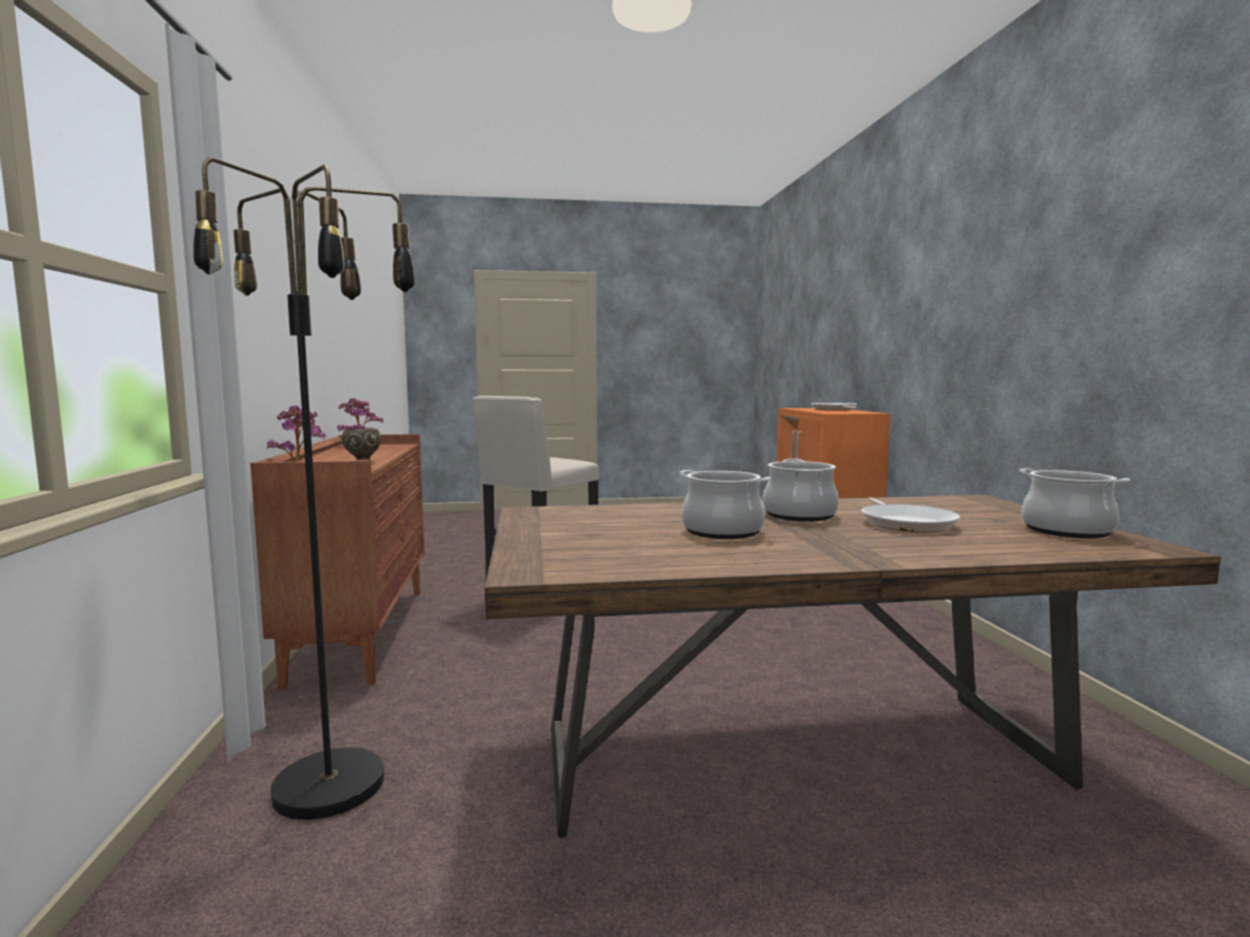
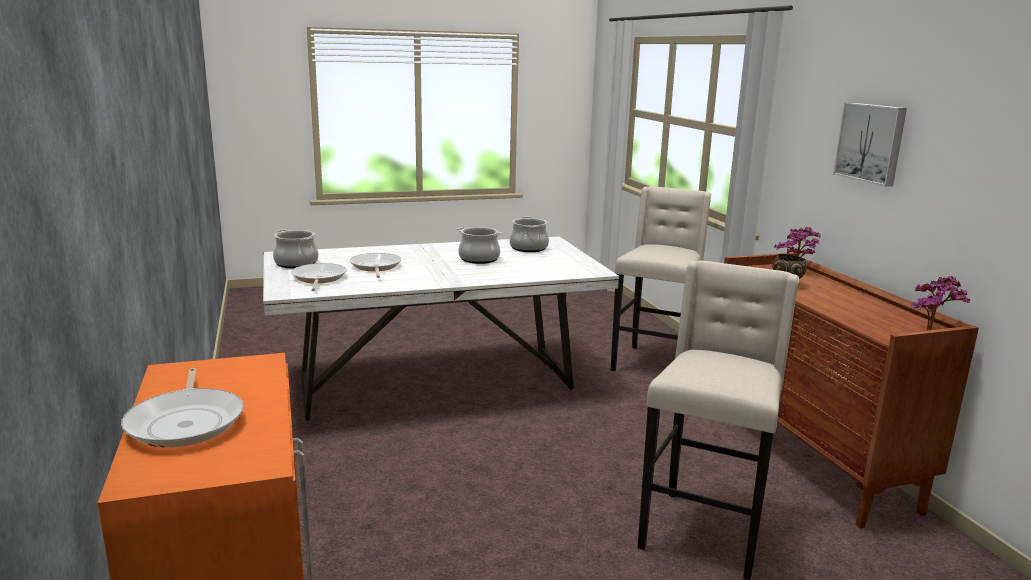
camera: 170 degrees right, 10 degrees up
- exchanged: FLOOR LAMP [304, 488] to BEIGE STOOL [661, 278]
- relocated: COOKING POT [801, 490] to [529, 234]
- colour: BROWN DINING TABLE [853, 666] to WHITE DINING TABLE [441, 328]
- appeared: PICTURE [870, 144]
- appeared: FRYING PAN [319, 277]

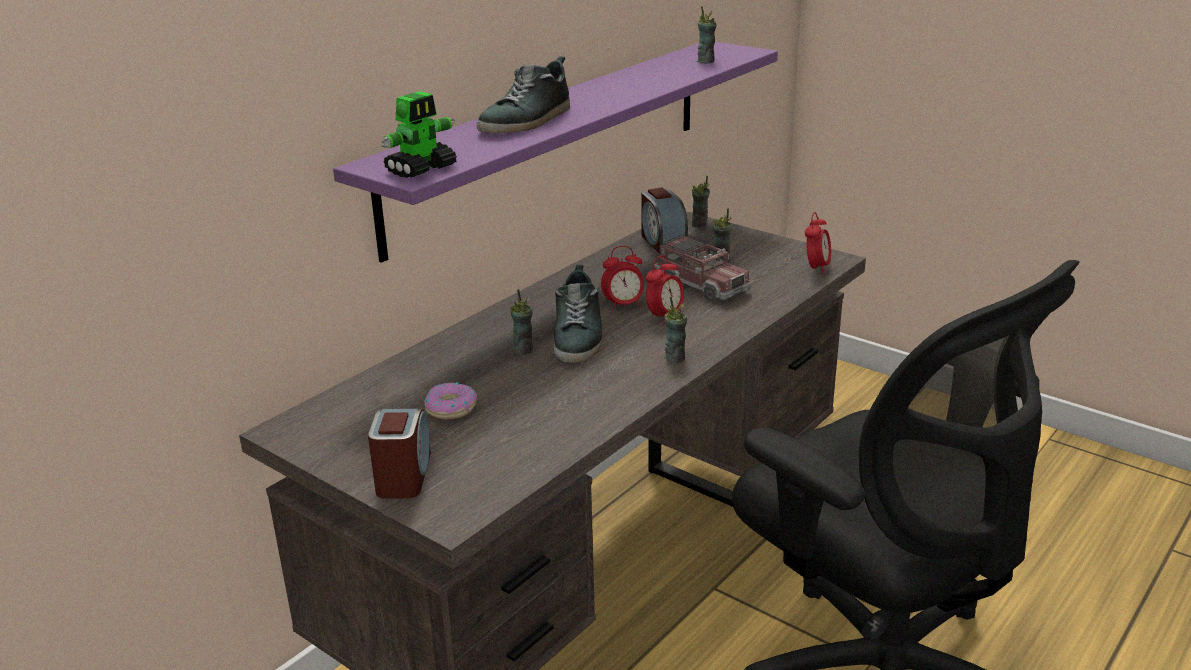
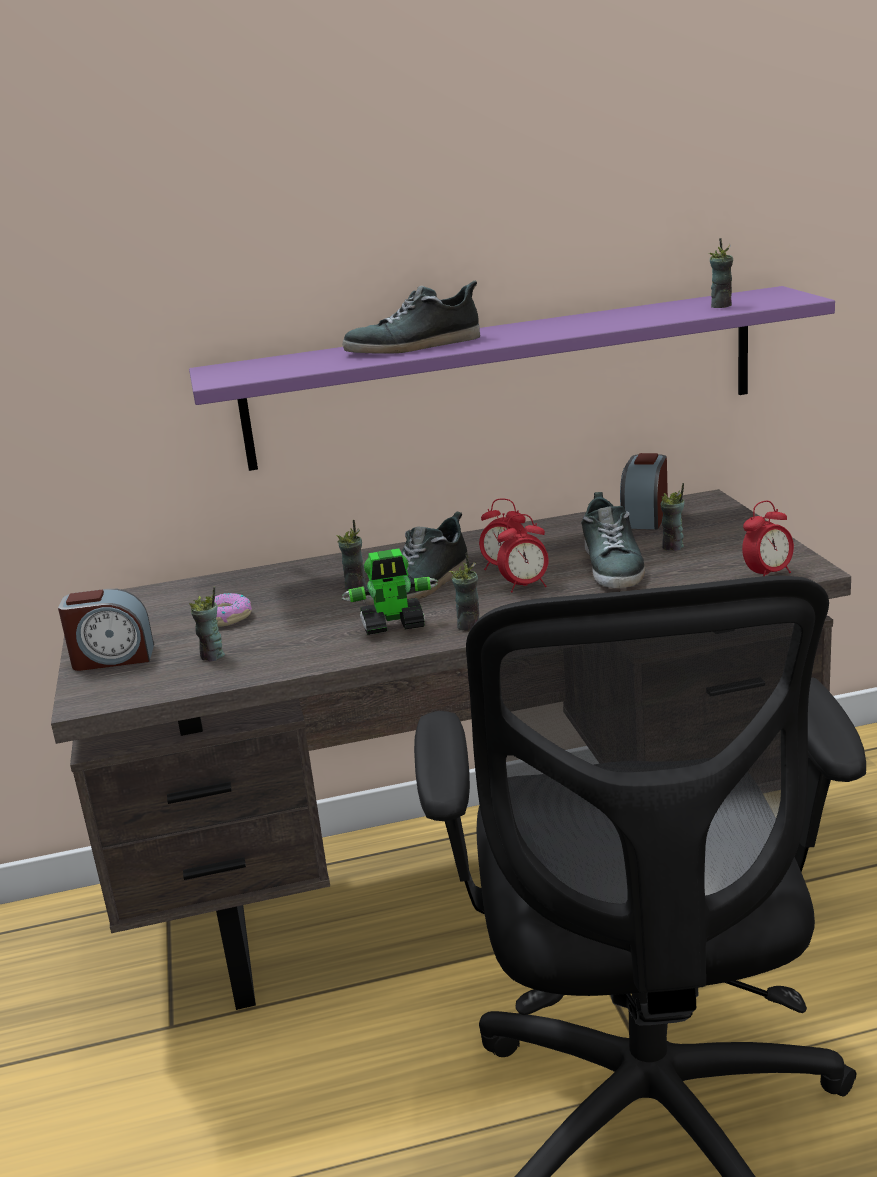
camera: 40 degrees right, 5 degrees down
- relocated: TOY ROBOT [419, 134] to [390, 591]
- relocated: CUP [701, 202] to [207, 624]
- exchanged: TOY TRUCK [702, 268] to SHOE [613, 540]
- spun: ALARM CLOCK [399, 454] = [106, 630] 45 degrees clockwise

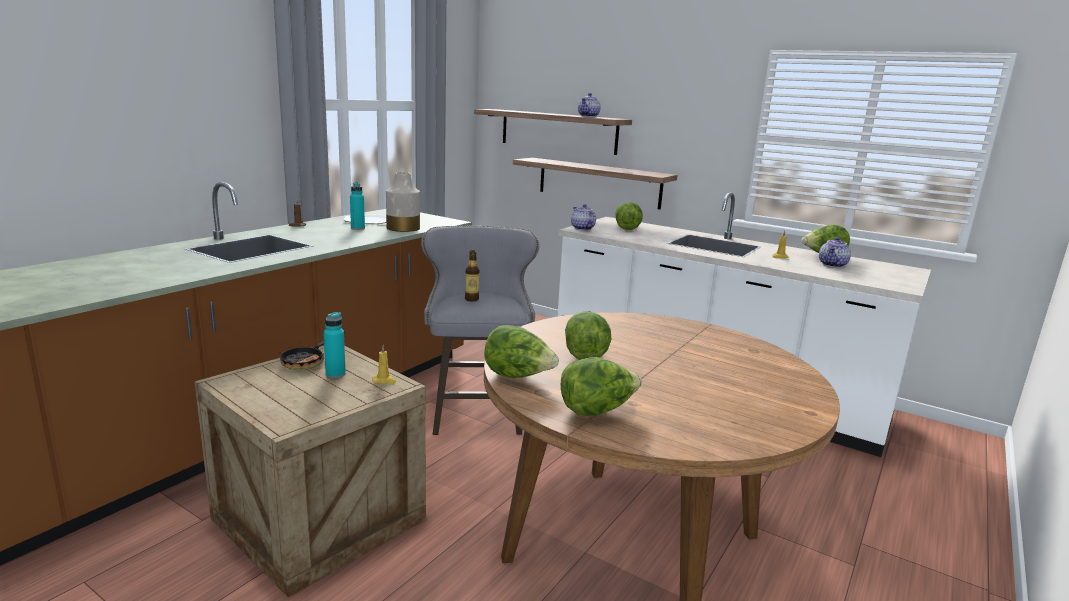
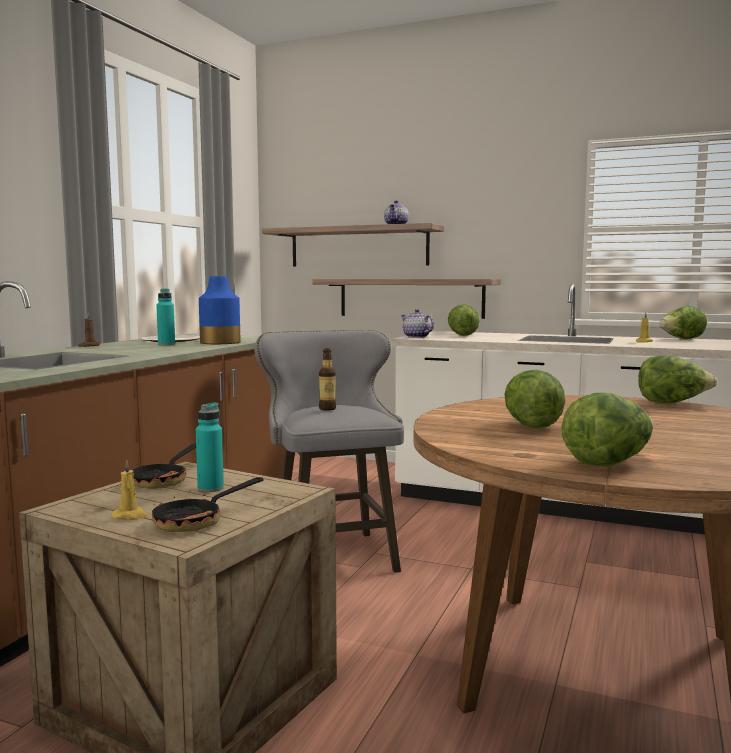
camera: 10 degrees left, 10 degrees down
- colour: BEIGE VASE [403, 202] to BLUE VASE [220, 310]
- missing: TEAPOT [835, 252]
- relocated: LETTUCE [521, 351] to [677, 379]
- relocated: YELLOW CANDLE [384, 365] to [130, 490]
- appeared: FRYING PAN [208, 504]

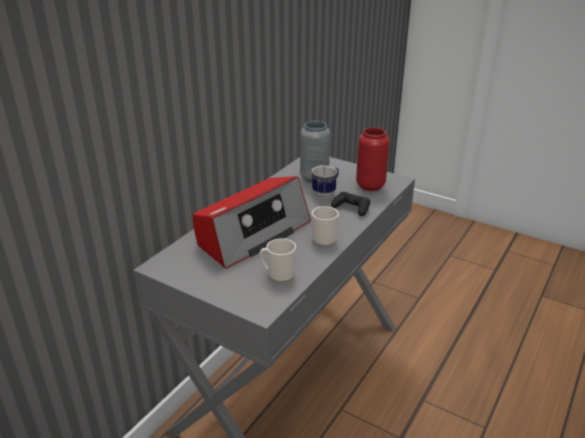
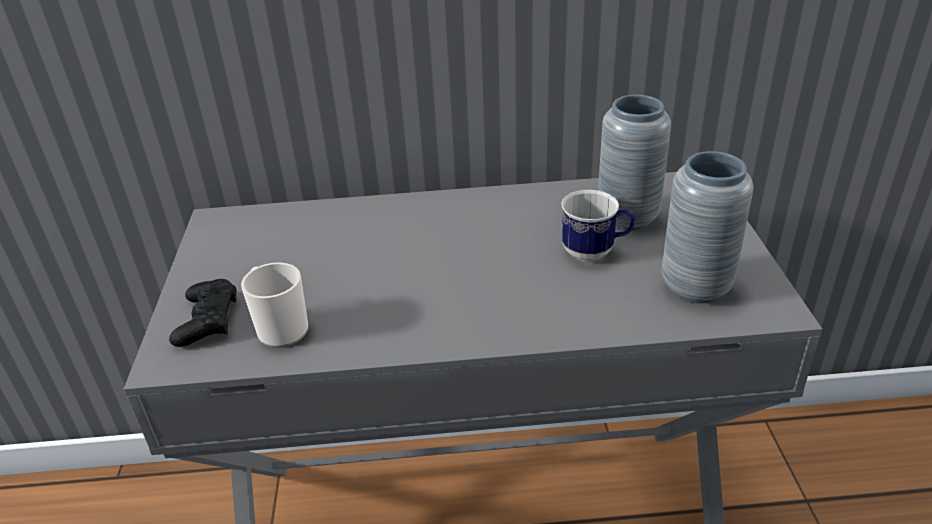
camera: 55 degrees right, 5 degrees up
- colour: RED VASE [373, 159] to GREY VASE [707, 227]
- missing: RADIO [252, 222]
- relocated: BLACK GAME CONTROLLER [350, 204] to [203, 313]
- missing: MUG [325, 226]

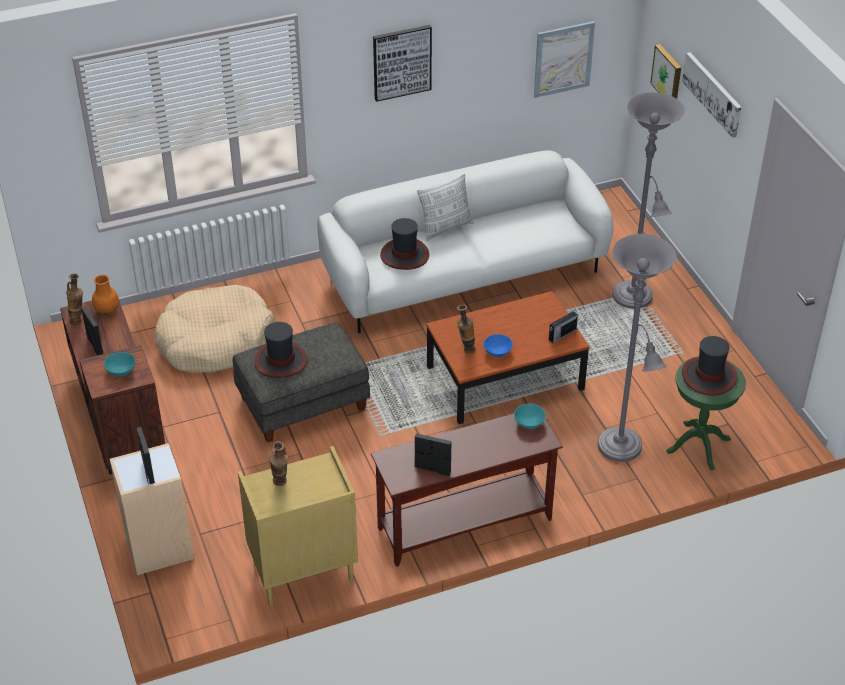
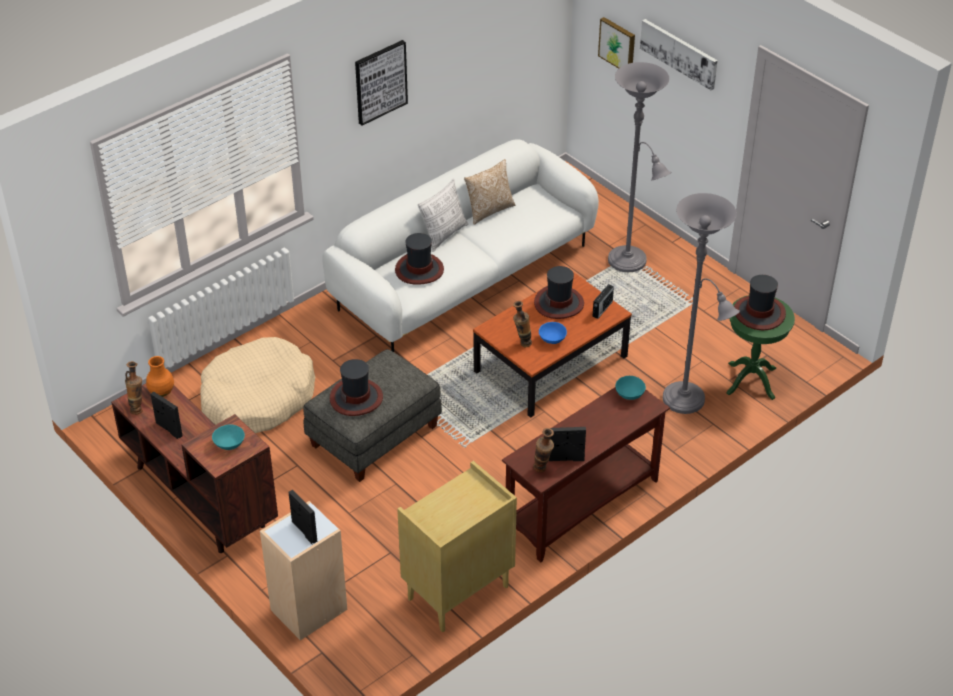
camera: 20 degrees left, 0 degrees up
- missing: PICTURE [564, 59]
- relocated: VASE [278, 463] to [543, 450]
- appeared: PILLOW [489, 192]
- appeared: HAT [559, 292]

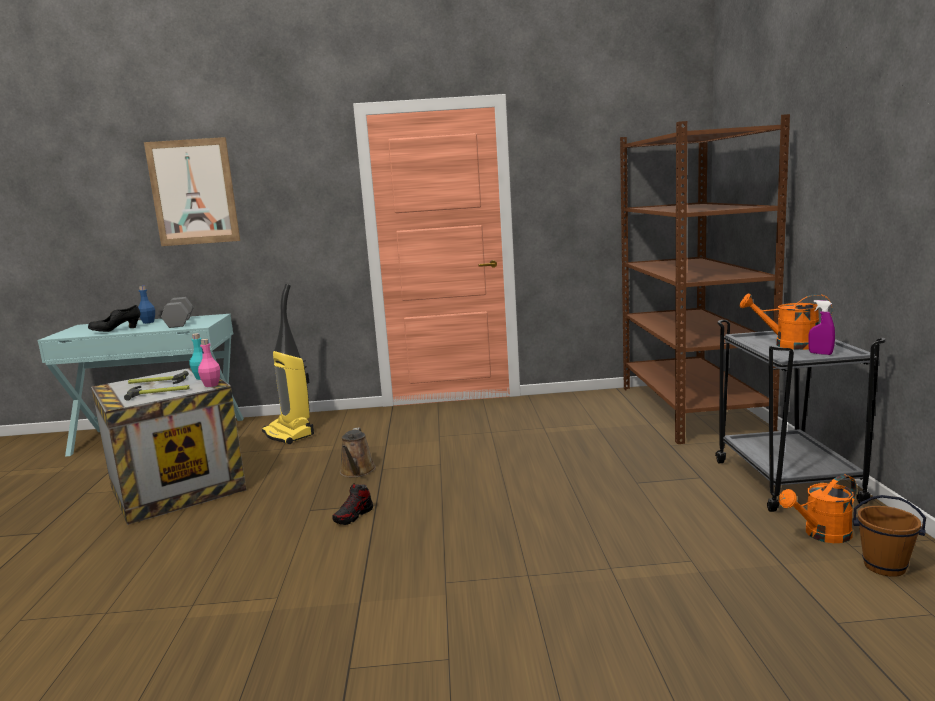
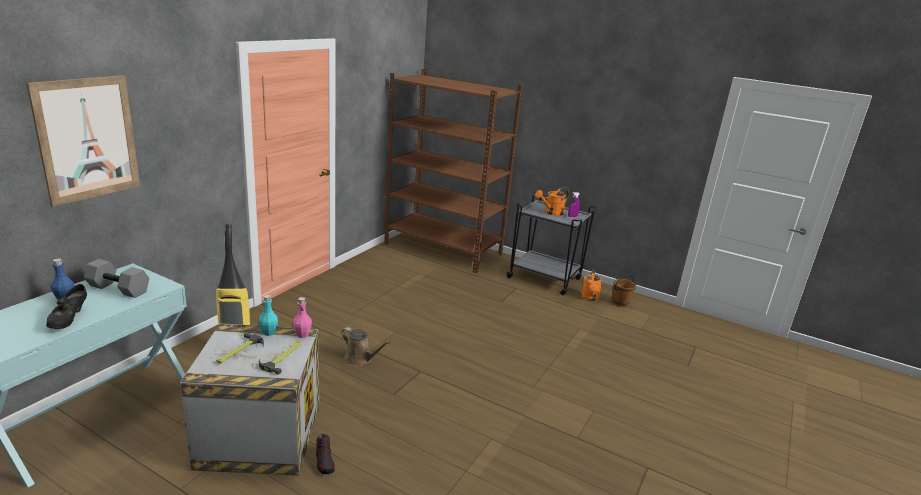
camera: 60 degrees left, 10 degrees up
- relocated: SHOE [352, 504] to [325, 454]

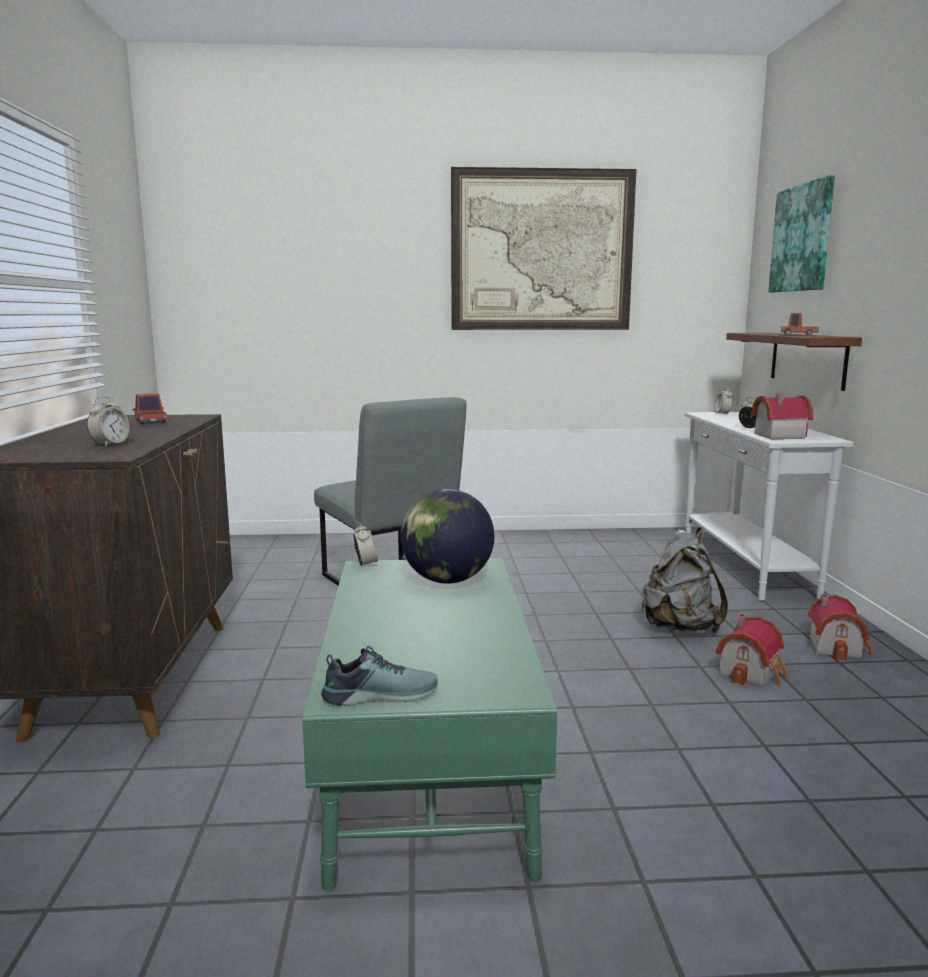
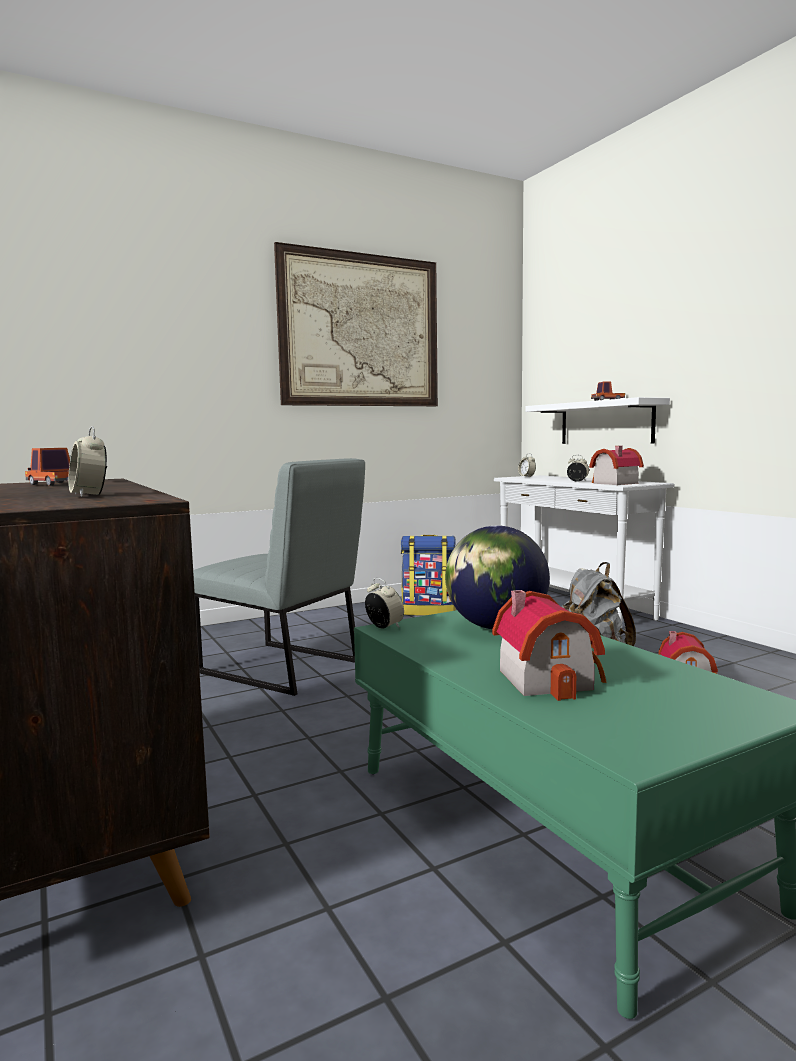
camera: 25 degrees left, 5 degrees down
- missing: PICTURE [801, 234]
- colour: BROWN SHELF [794, 362] to WHITE SHELF [597, 420]
- spun: ALARM CLOCK [108, 421] = [87, 461] 150 degrees clockwise
- relocated: TOY HOUSE [840, 627] to [549, 645]
- missing: SHOE [379, 676]
- appeared: BACKPACK [428, 575]

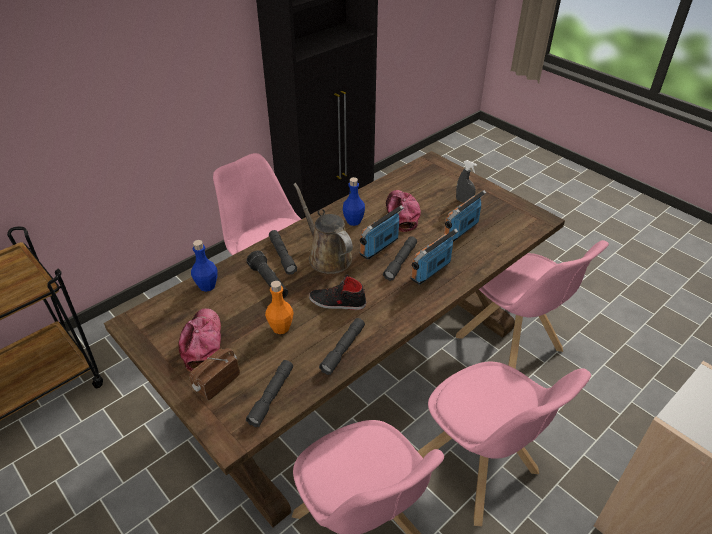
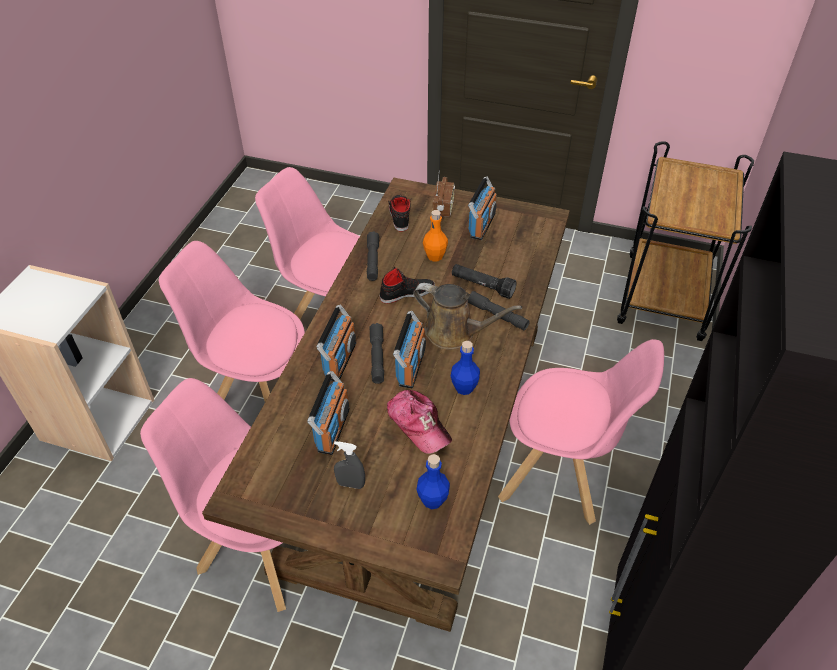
camera: 150 degrees right, 5 degrees up
- relocated: BLUE BOTTLE [204, 266] to [433, 481]
- exchanged: CAP [200, 340] to RADIO [482, 208]
- exchanged: GREY FLASHLIGHT [269, 393] to BLACK SHOE [399, 213]

